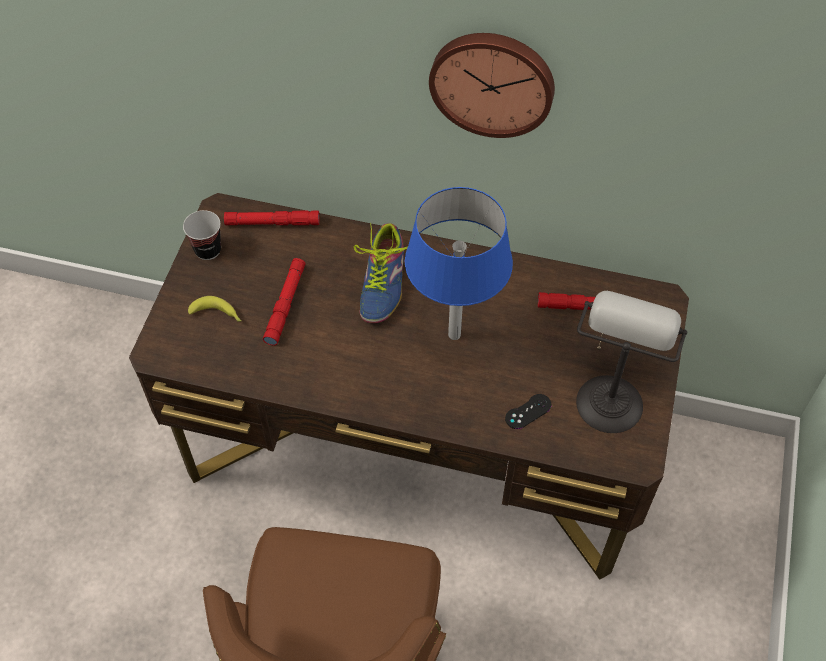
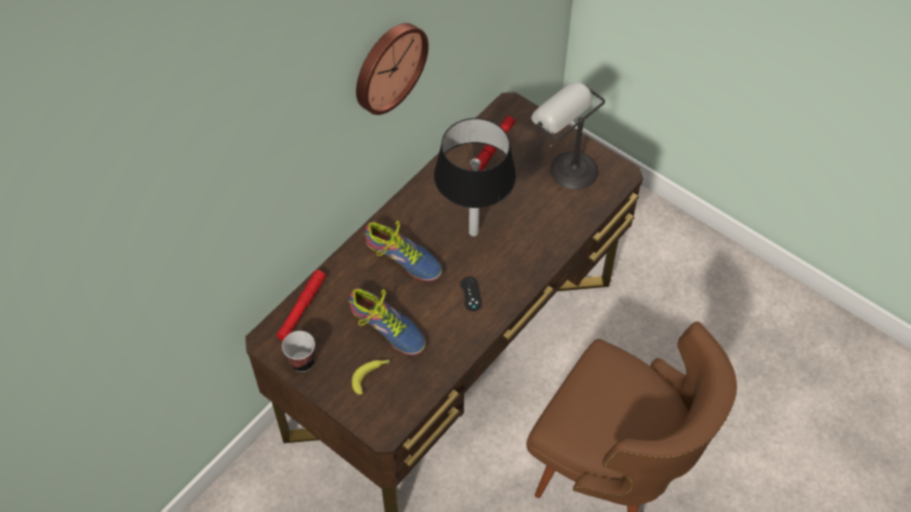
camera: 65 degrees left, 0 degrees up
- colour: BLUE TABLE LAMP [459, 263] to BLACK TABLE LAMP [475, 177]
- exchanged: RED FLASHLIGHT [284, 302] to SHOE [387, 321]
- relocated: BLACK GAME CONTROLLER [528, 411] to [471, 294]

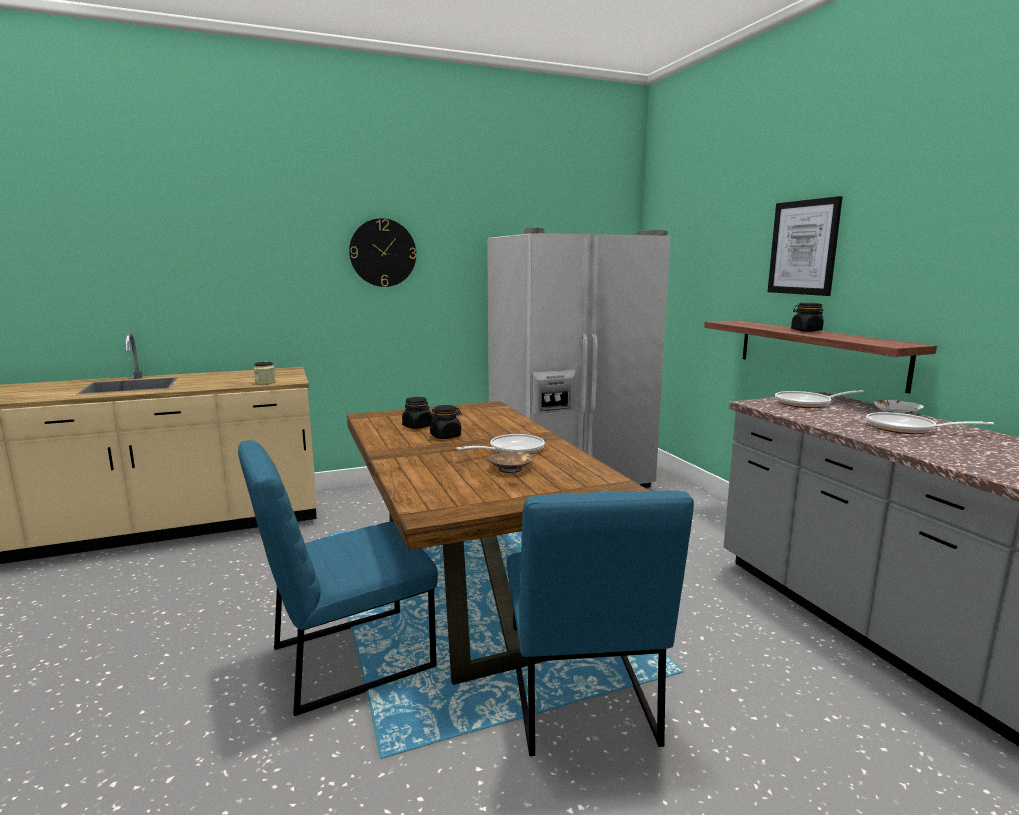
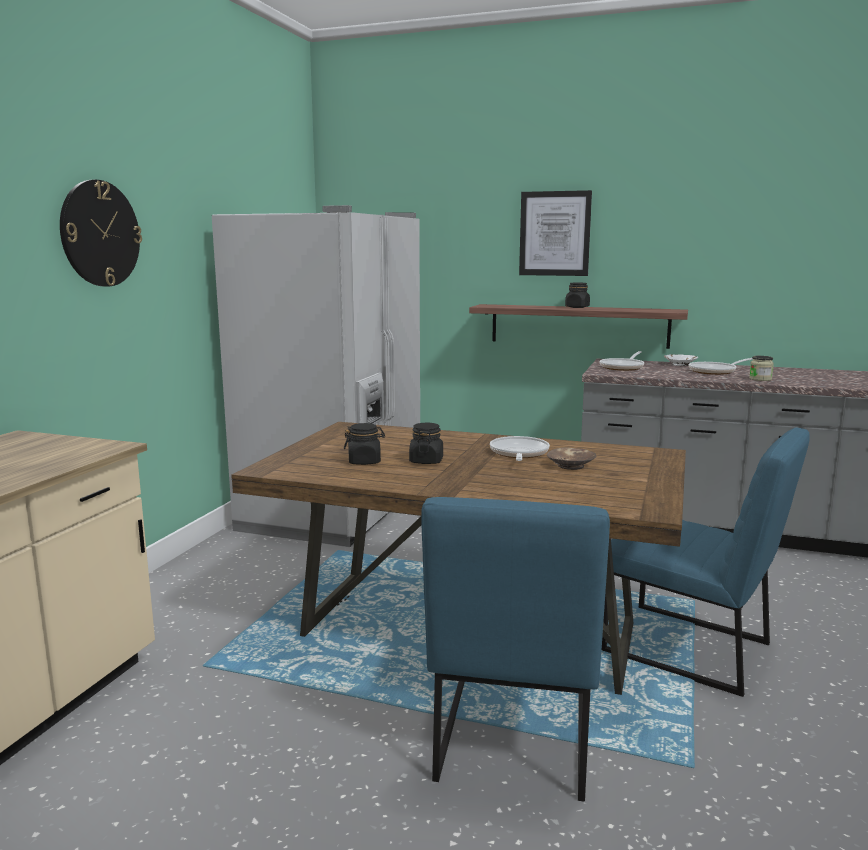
camera: 50 degrees left, 0 degrees up
- relocated: JAR [264, 373] to [761, 368]

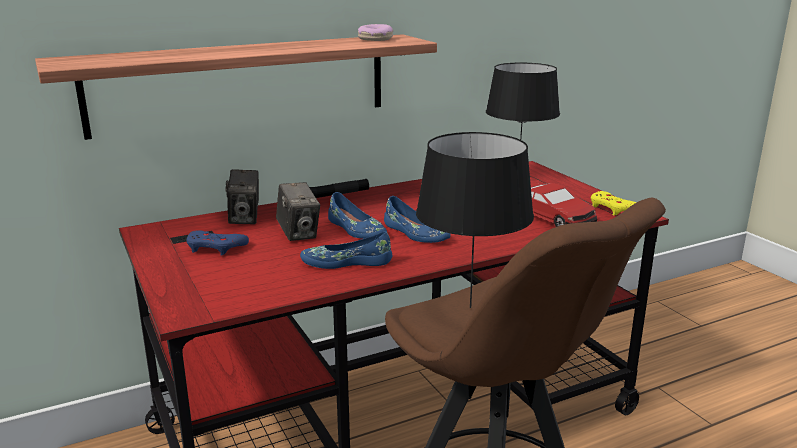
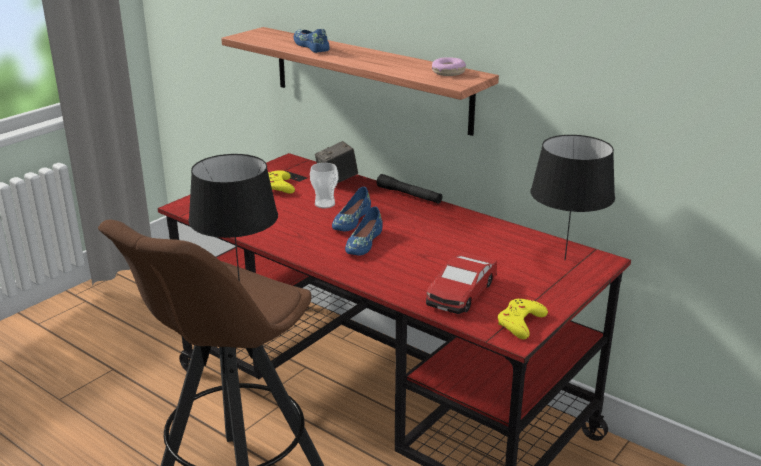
camera: 65 degrees right, 5 degrees up
- exchanged: PHOTO CAMERA [298, 211] to CUP [324, 185]
- colour: BLUE GAME CONTROLLER [218, 242] to YELLOW GAME CONTROLLER [281, 182]
- relocated: BLUE SHOE [346, 250] to [312, 41]

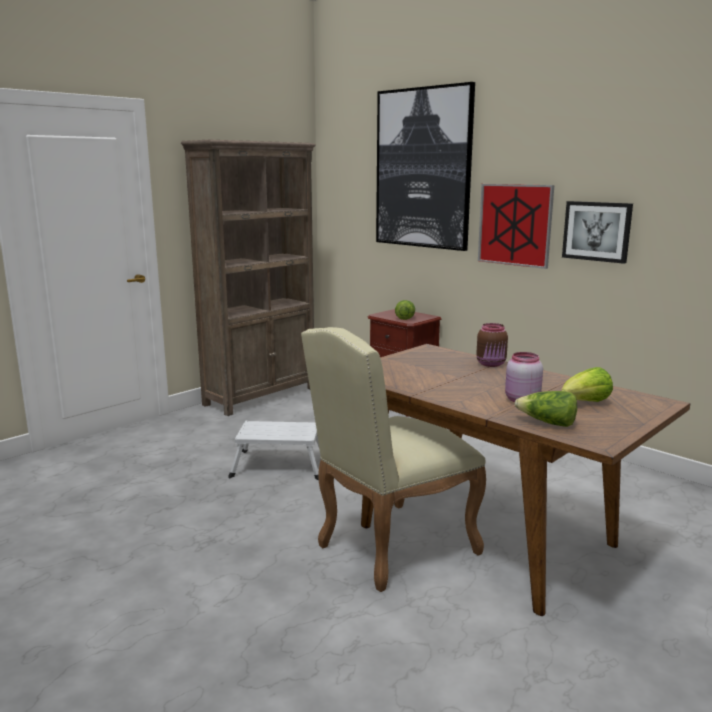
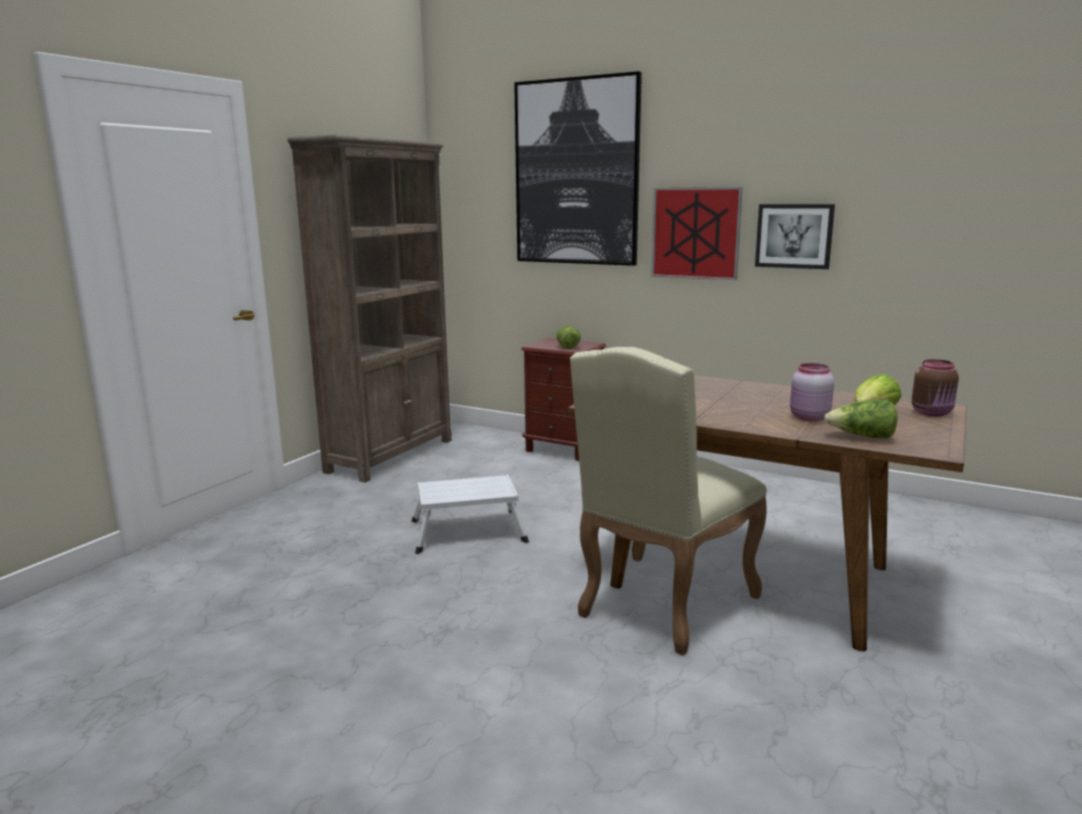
camera: 15 degrees left, 0 degrees up
- relocated: BROWN JAR [492, 345] to [935, 387]

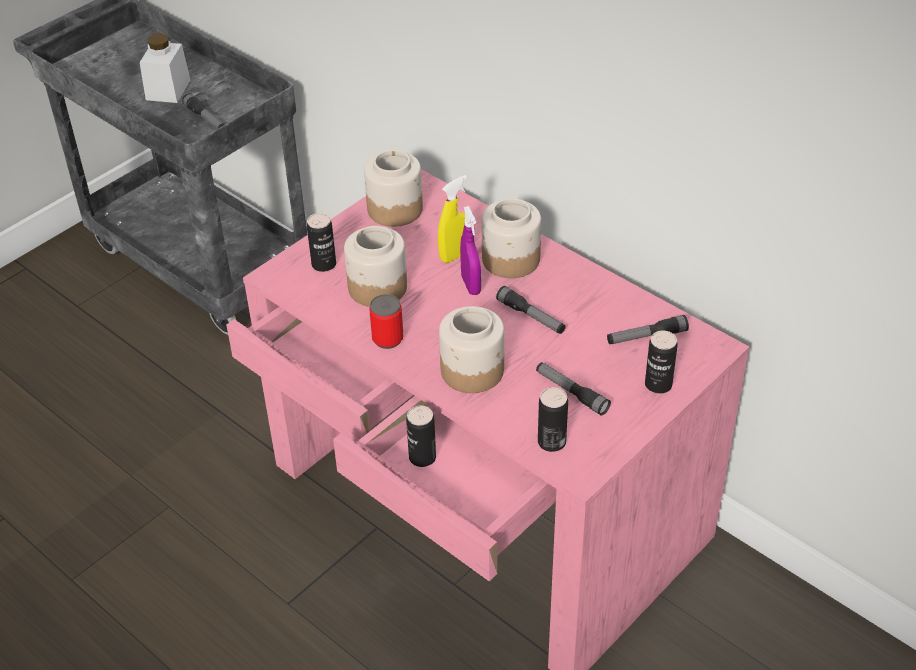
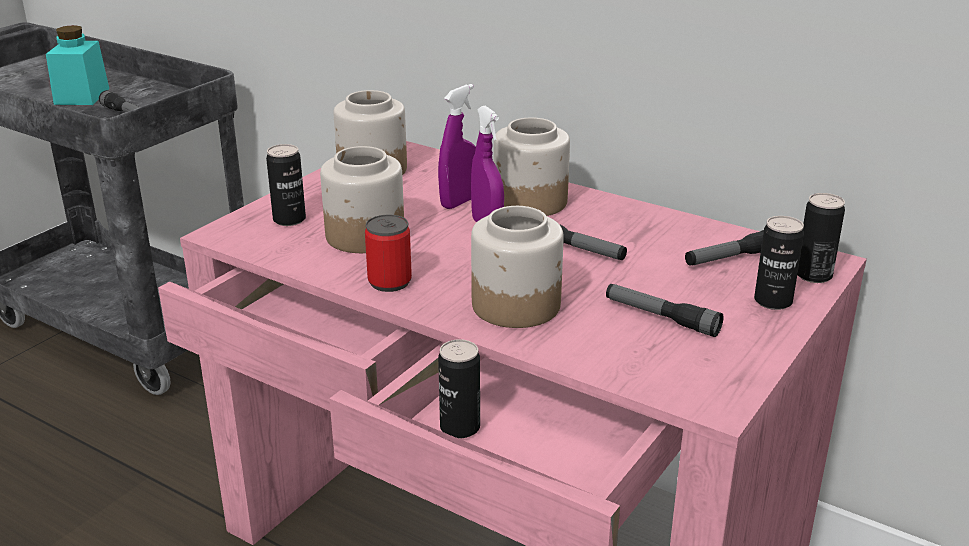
camera: 10 degrees left, 15 degrees down
- colour: WHITE JAR [165, 68] to TURQUOISE JAR [77, 65]
- colour: YELLOW SPRAY BOTTLE [452, 219] to PURPLE SPRAY BOTTLE [457, 146]
- relocated: CAN [553, 419] to [821, 238]

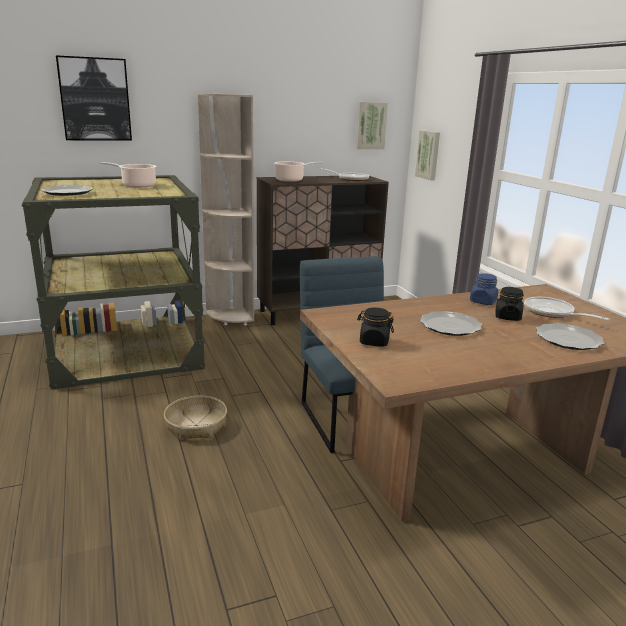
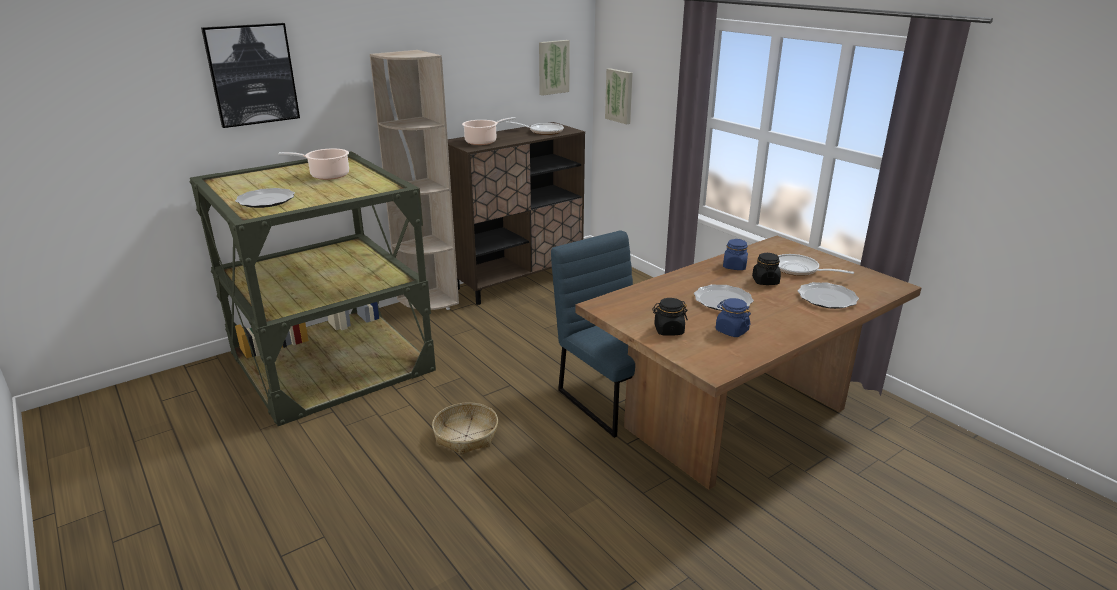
camera: 15 degrees left, 5 degrees up
- appeared: BLUE JAR [733, 317]

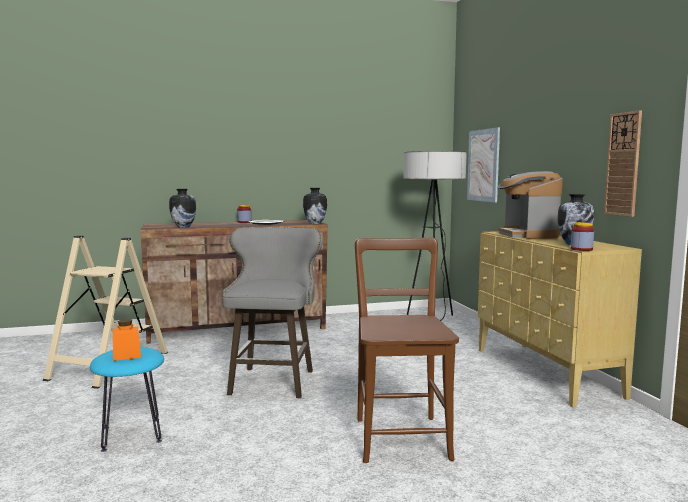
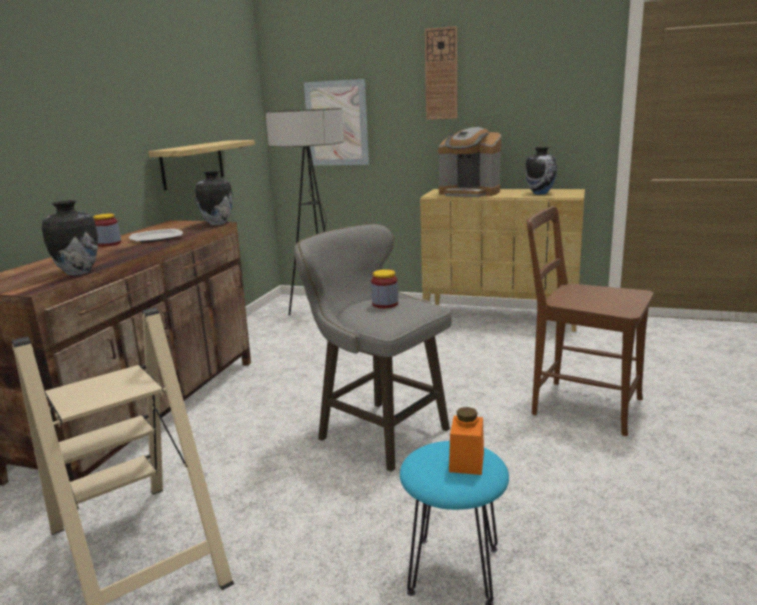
camera: 55 degrees left, 10 degrees up
- relocated: WALL CLOCK [623, 163] to [441, 73]
- relocated: JAR [582, 236] to [384, 288]
- appeared: SHELF [201, 165]

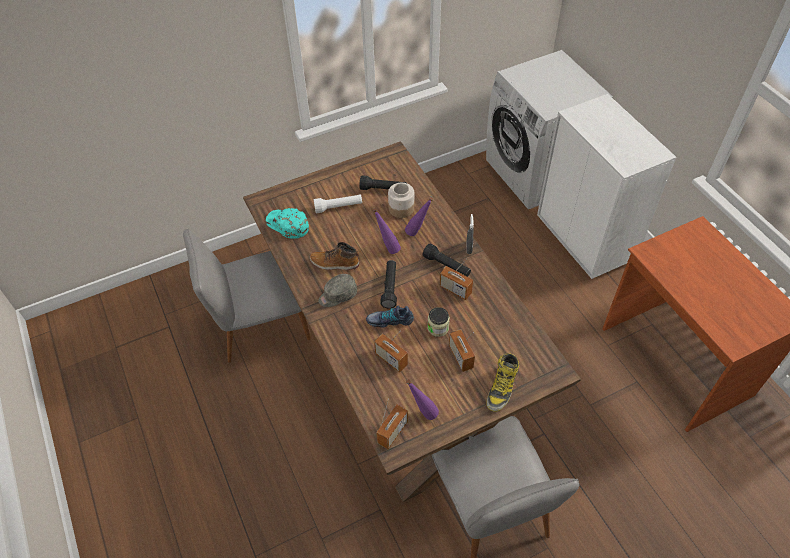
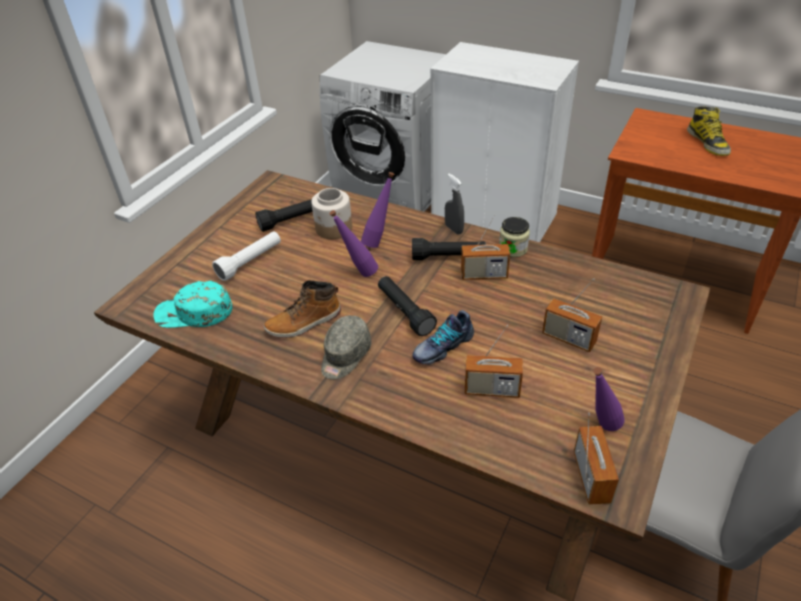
camera: 35 degrees left, 10 degrees down
- missing: GREY CHAIR [247, 295]
- relocated: JAR [438, 322] to [514, 237]
- relocated: BOOT [503, 382] to [709, 131]

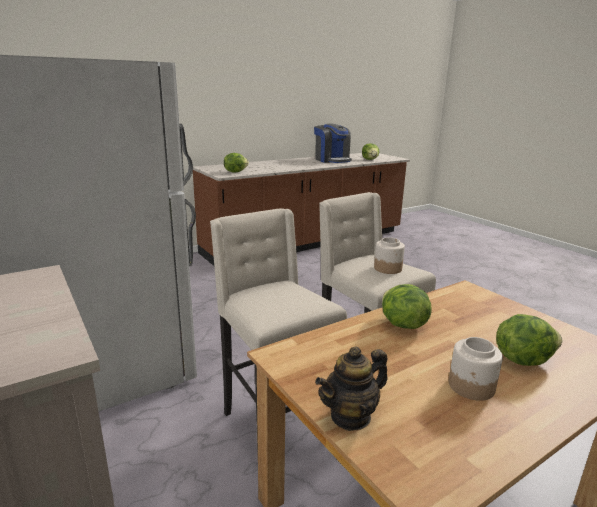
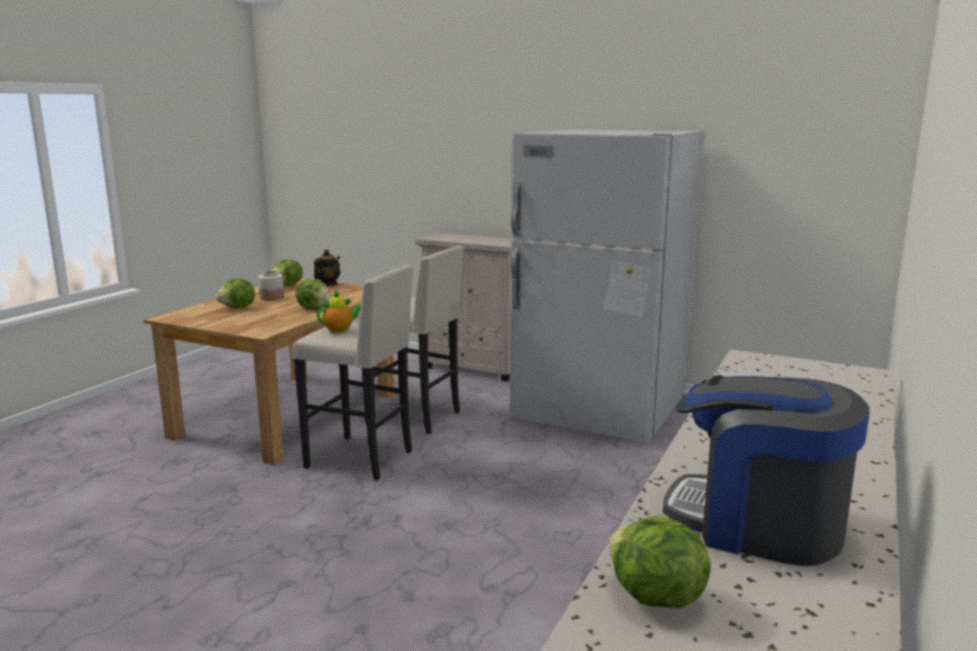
camera: 150 degrees right, 5 degrees down
- relocated: LETTUCE [236, 163] to [287, 272]
- exchanged: JAR [389, 255] to TEAPOT [339, 311]

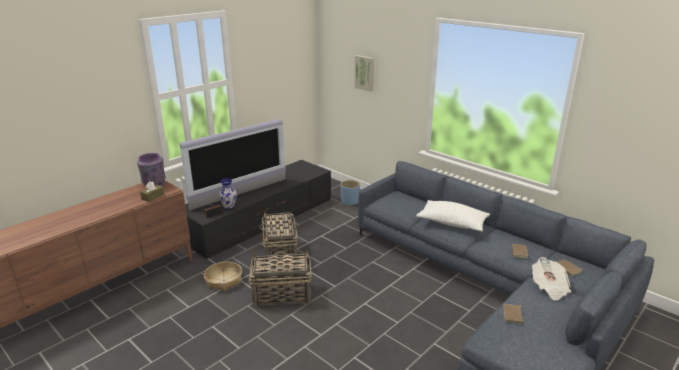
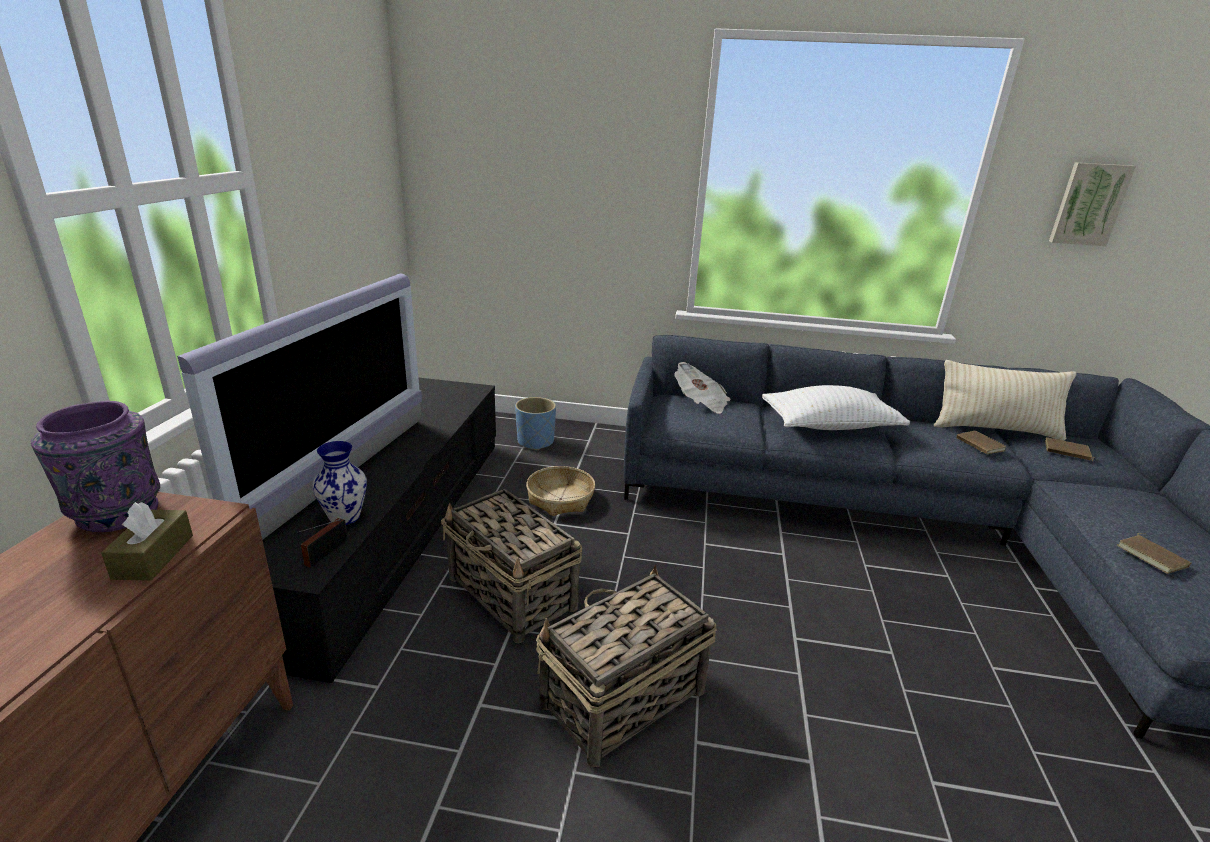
camera: 35 degrees left, 0 degrees up
- relocated: PICTURE [364, 73] to [1092, 204]
- relocated: NEWSPAPER [551, 279] to [702, 388]
- relocated: BASKET [223, 276] to [560, 491]
- appeared: BEIGE PILLOW [1005, 400]

